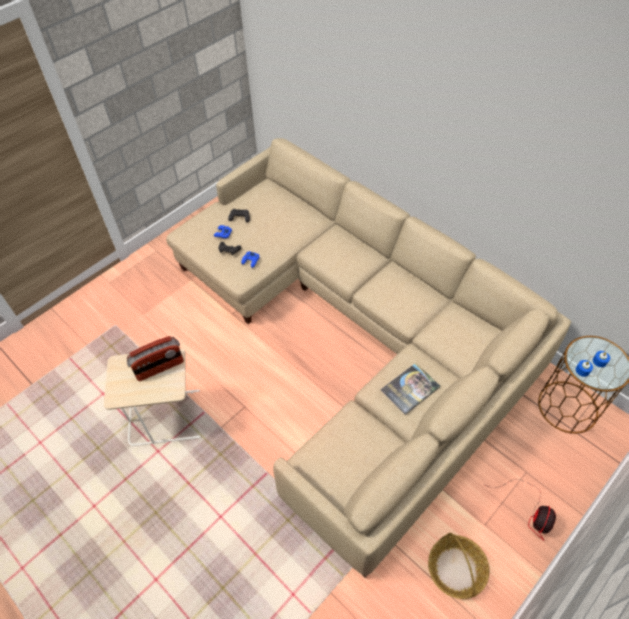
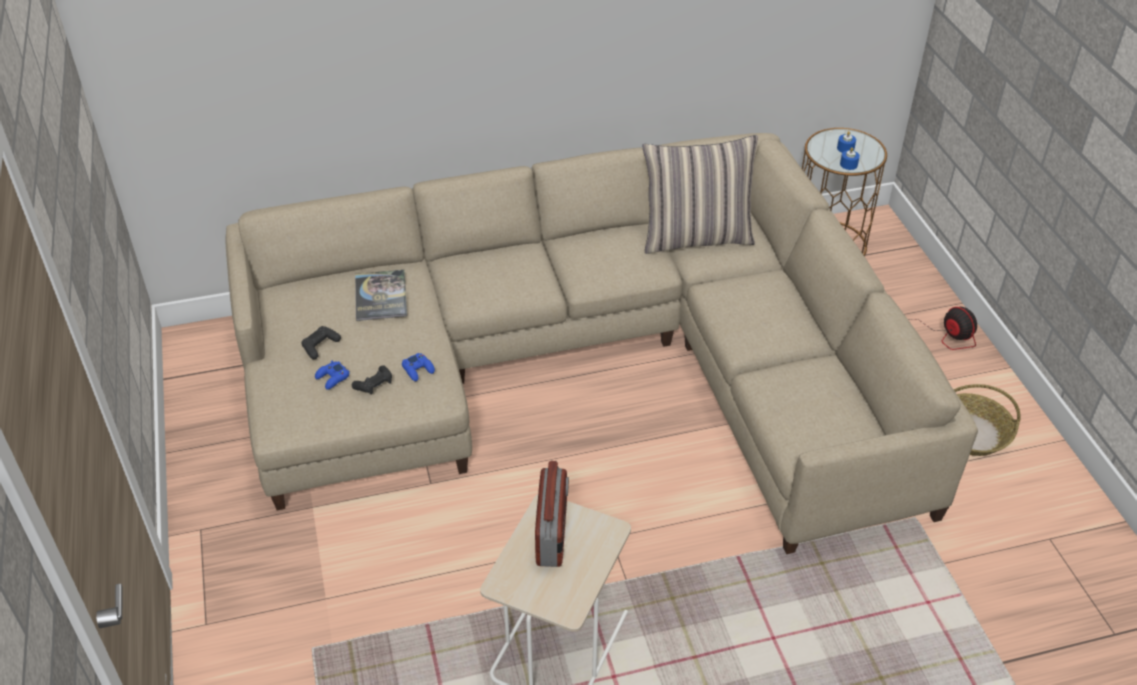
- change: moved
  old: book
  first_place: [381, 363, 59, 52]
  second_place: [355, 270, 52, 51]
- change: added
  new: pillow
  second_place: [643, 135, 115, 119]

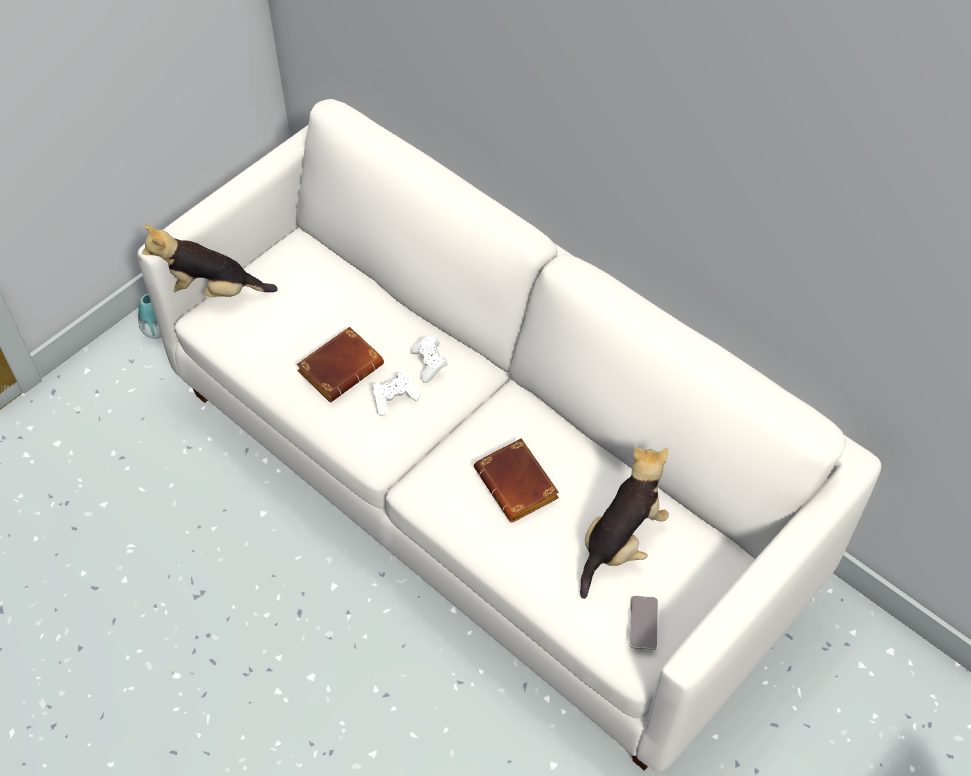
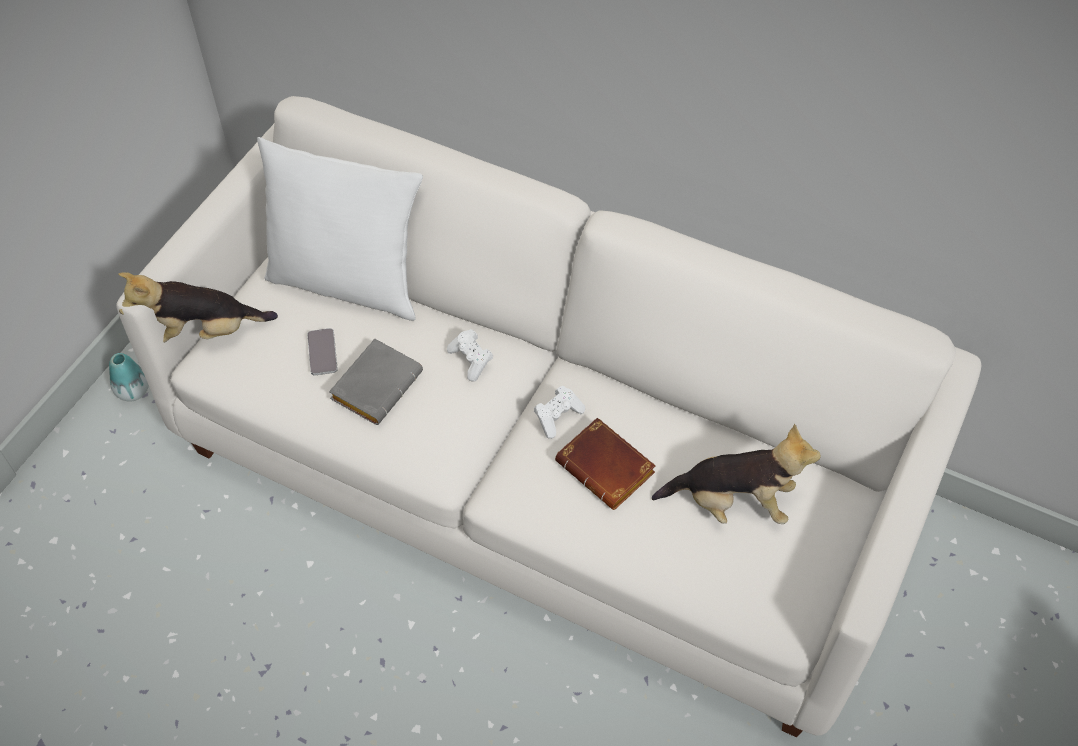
- change: recoloured
  old: book (brown)
  new: book (grey)
  first_place: [296, 327, 88, 75]
  second_place: [329, 339, 94, 86]
- change: moved
  old: game controller (white)
  first_place: [373, 372, 47, 44]
  second_place: [534, 386, 51, 53]
- change: turned
  old: plush toy
  first_place: [580, 447, 89, 152]
  second_place: [652, 424, 169, 100]
  degrees: 75
- change: moved
  old: phone
  first_place: [629, 596, 29, 54]
  second_place: [307, 328, 31, 47]
- change: added
  new: pillow (white)
  second_place: [257, 137, 166, 184]

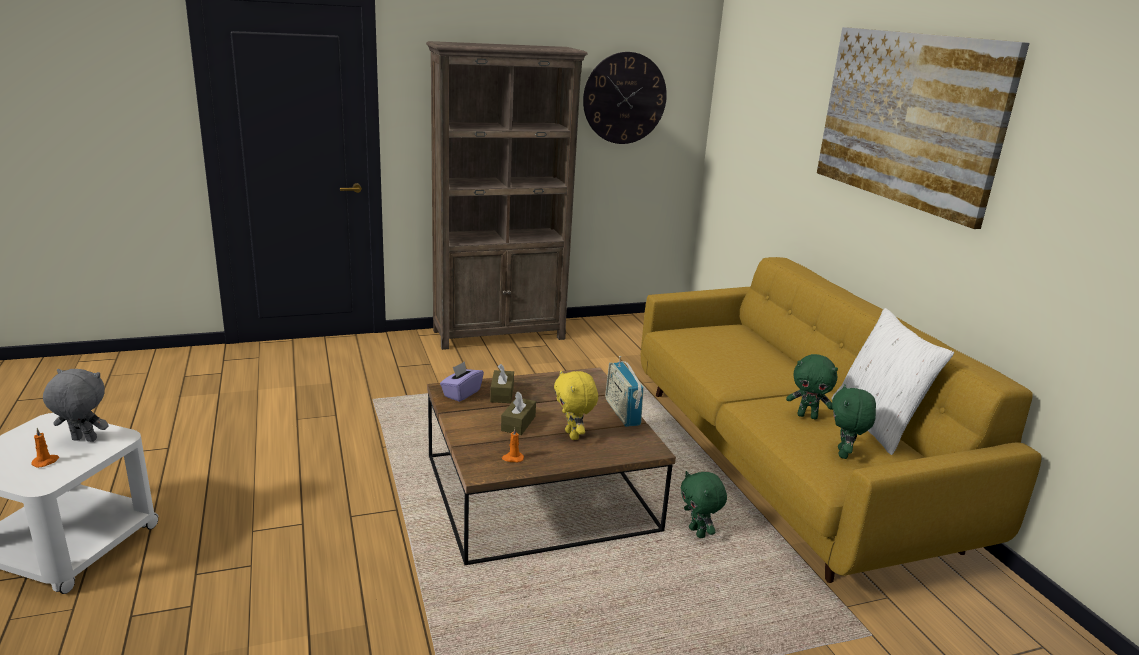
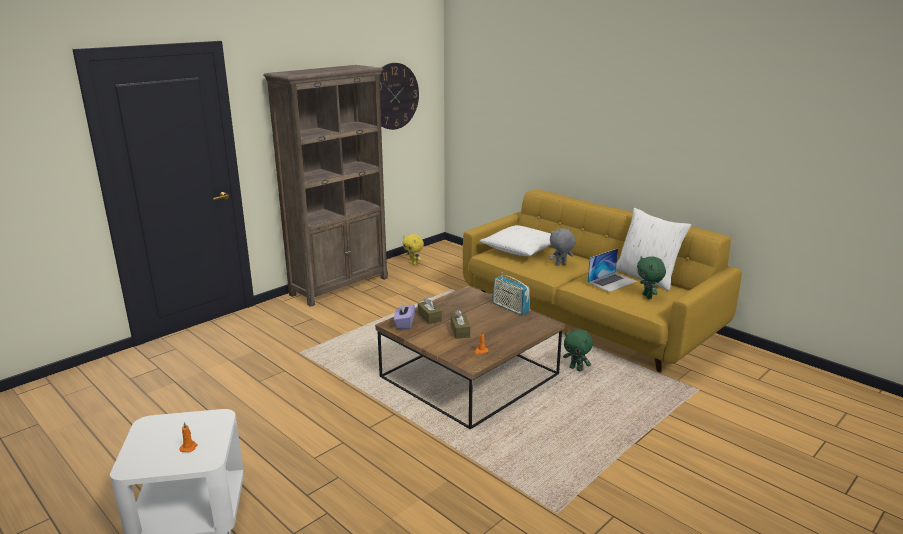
- change: moved
  old: plush toy (grey)
  first_place: [43, 369, 65, 73]
  second_place: [549, 228, 27, 38]
- change: moved
  old: plush toy (yellow)
  first_place: [554, 370, 44, 70]
  second_place: [403, 234, 21, 31]
- change: replaced
  old: plush toy (green)
  new: laptop
  first_place: [786, 354, 52, 65]
  second_place: [587, 249, 51, 43]
- change: removed
  old: picture
  first_place: [817, 27, 213, 202]
- change: added
  new: pillow (white)
  second_place: [479, 225, 72, 31]

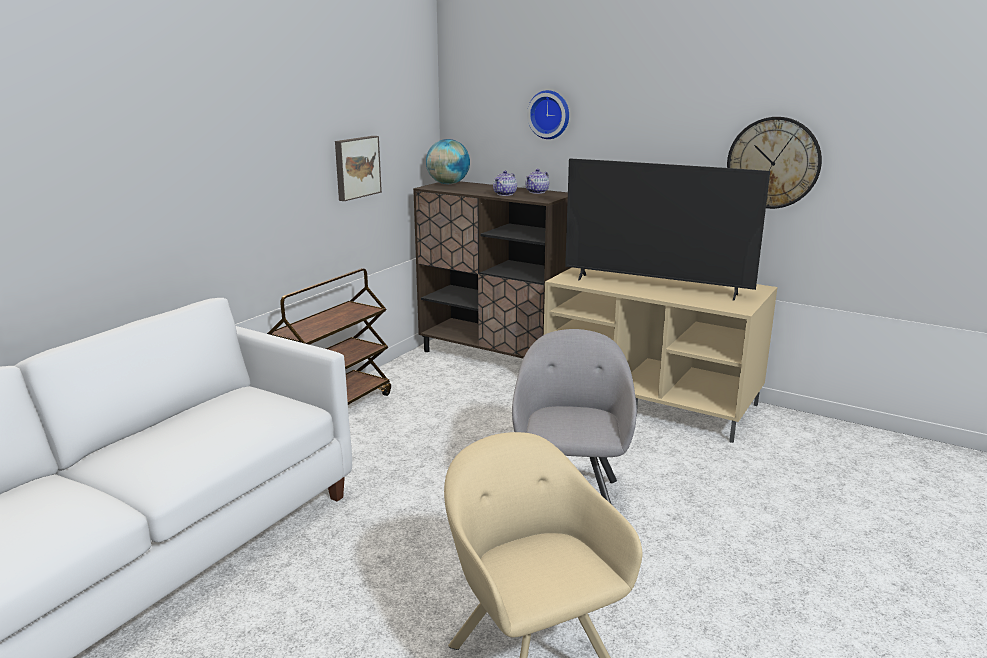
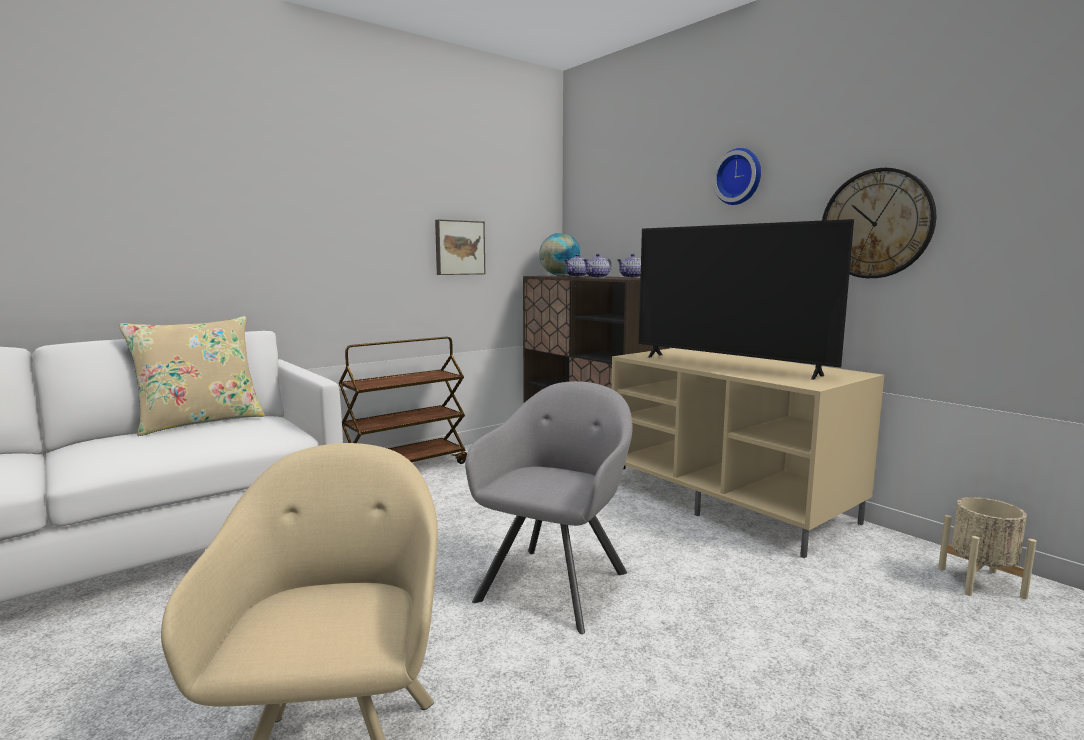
- change: moved
  old: wall clock
  first_place: [527, 90, 42, 49]
  second_place: [713, 148, 48, 57]
- change: added
  new: pillow (beige)
  second_place: [119, 316, 146, 120]
- change: added
  new: teapot
  second_place: [564, 254, 25, 23]
- change: added
  new: planter (beige)
  second_place: [938, 497, 98, 102]

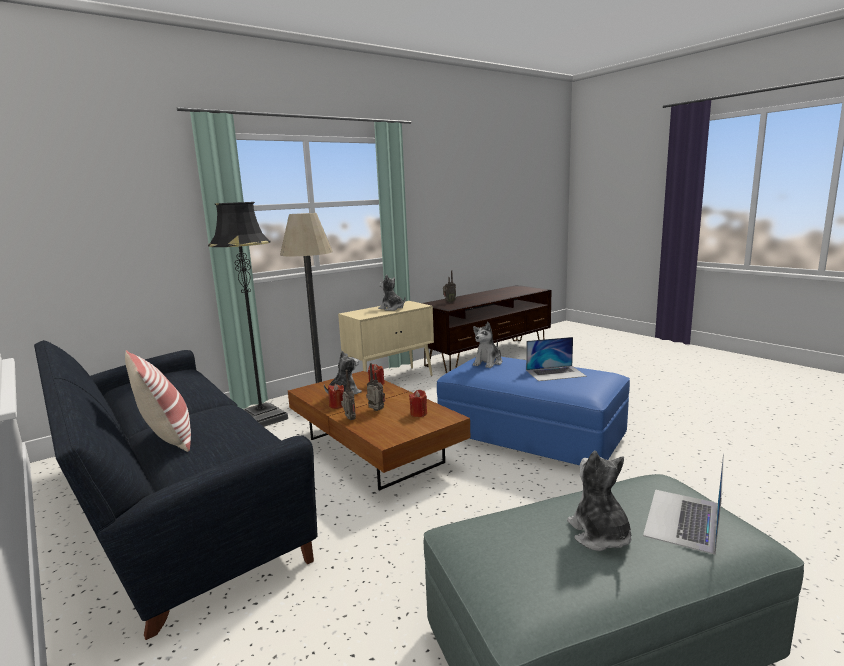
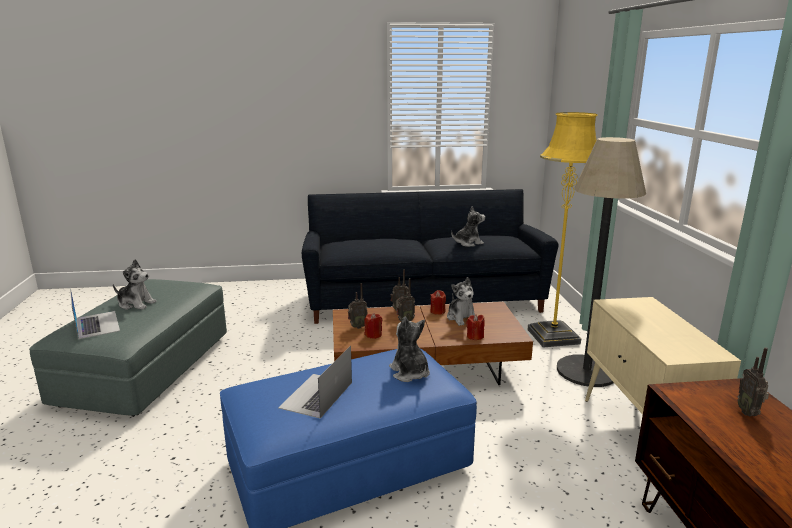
- change: removed
  old: pillow
  first_place: [125, 350, 66, 102]
- change: recoloured
  old: floor lamp (black)
  new: floor lamp (yellow)
  first_place: [208, 202, 80, 225]
  second_place: [527, 112, 71, 235]
- change: moved
  old: plush toy
  first_place: [378, 275, 28, 36]
  second_place: [451, 206, 34, 41]
- change: added
  new: radio
  second_place: [348, 283, 20, 46]

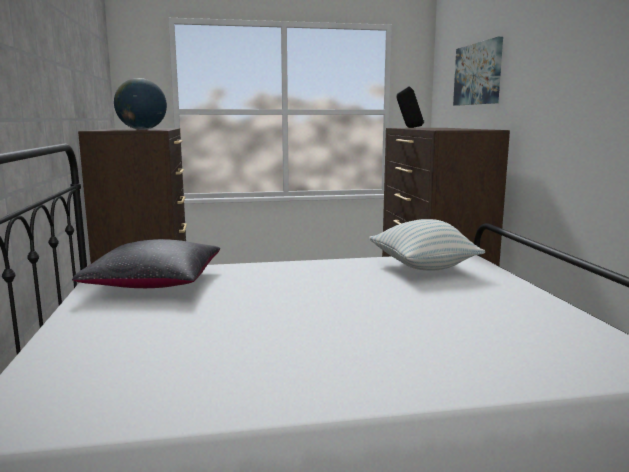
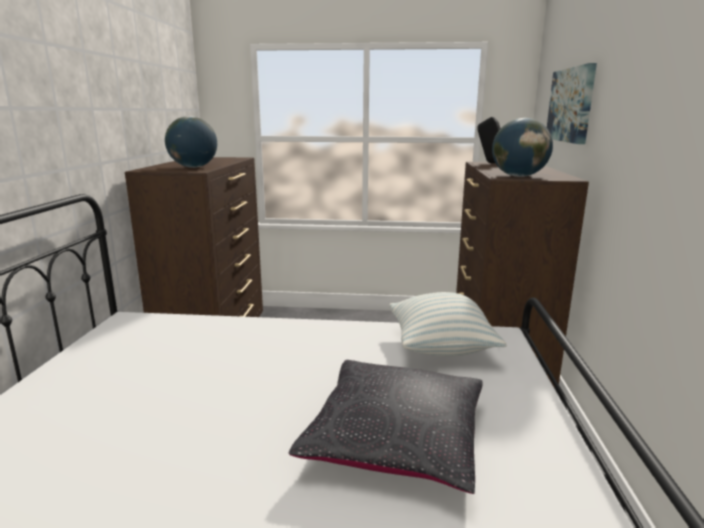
- change: moved
  old: pillow (black)
  first_place: [72, 239, 148, 49]
  second_place: [289, 360, 194, 134]
- change: added
  new: globe
  second_place: [492, 118, 61, 59]

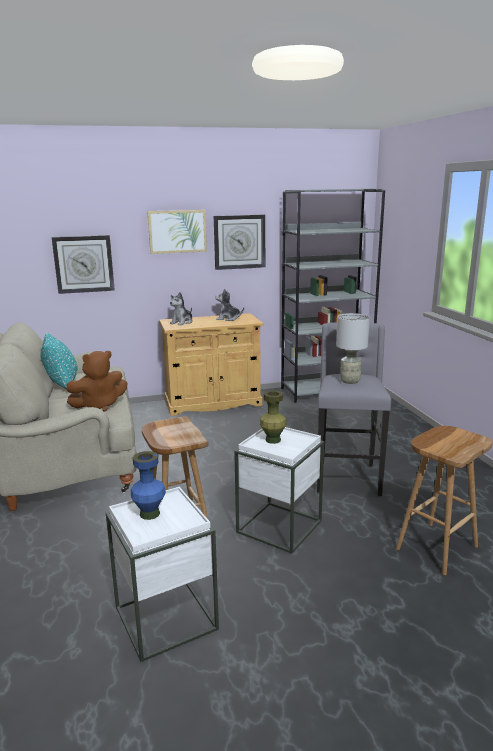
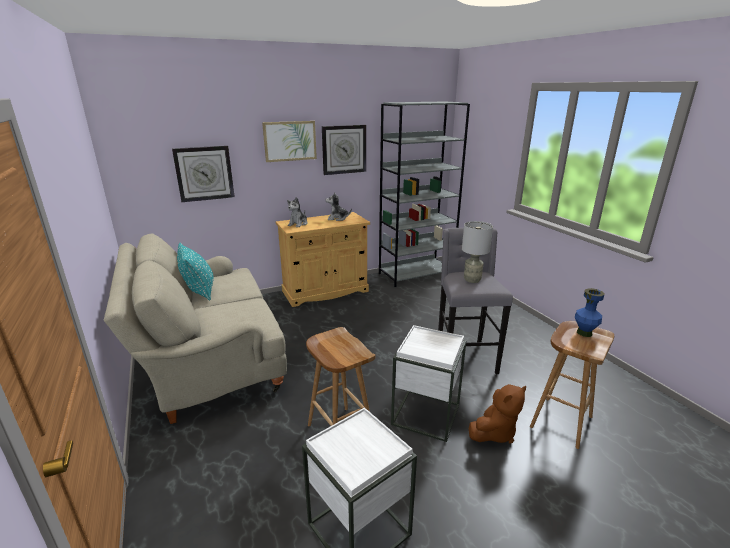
- change: moved
  old: plush toy (brown)
  first_place: [66, 351, 61, 60]
  second_place: [469, 384, 57, 60]
- change: moved
  old: vase (blue)
  first_place: [131, 451, 35, 69]
  second_place: [575, 288, 29, 49]
- change: removed
  old: vase (green)
  first_place: [260, 390, 27, 54]

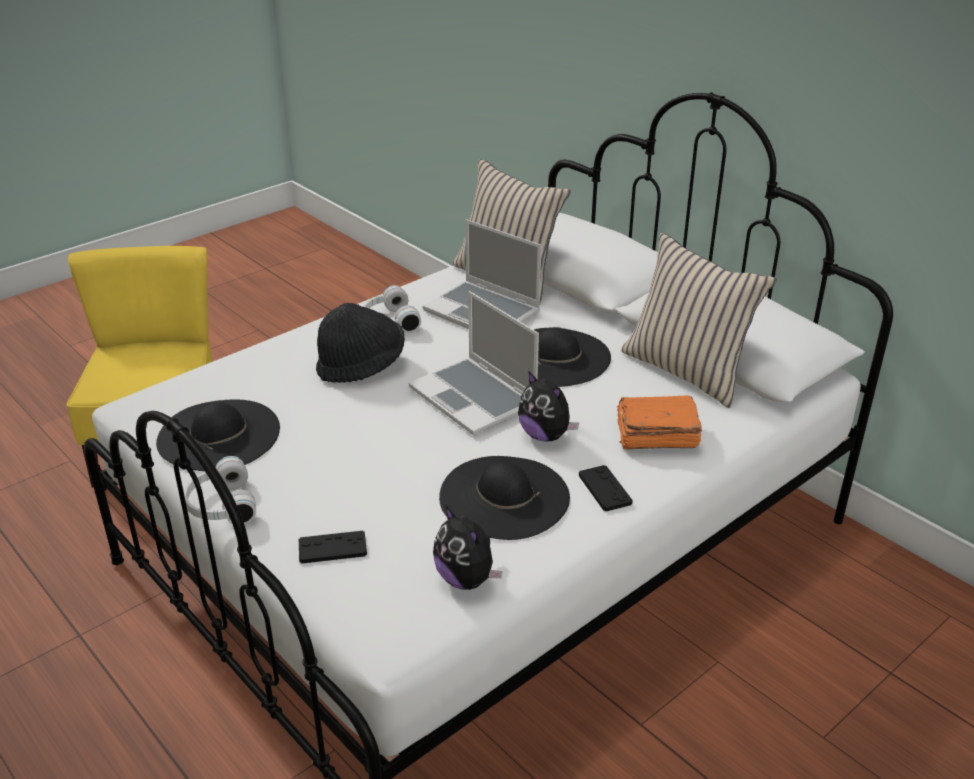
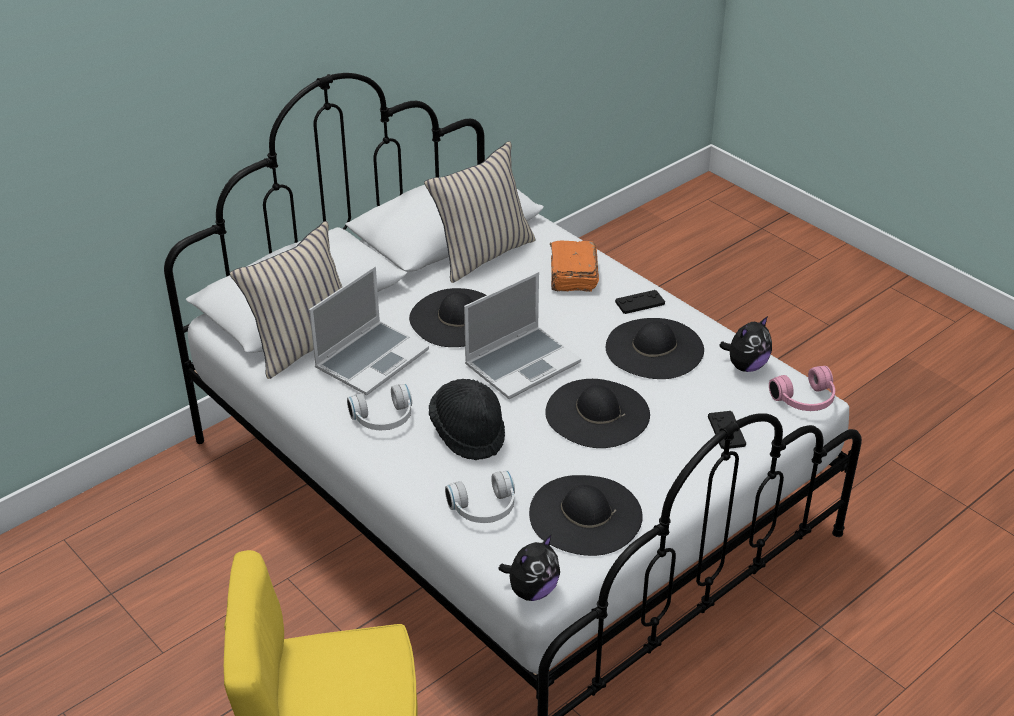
- change: moved
  old: headphones (white)
  first_place: [184, 456, 72, 69]
  second_place: [445, 471, 70, 52]
- change: moved
  old: plush toy
  first_place: [518, 371, 61, 71]
  second_place: [499, 535, 61, 66]
- change: added
  new: hat (black)
  second_place: [545, 379, 105, 69]
- change: added
  new: headphones (pink)
  second_place: [769, 366, 66, 45]

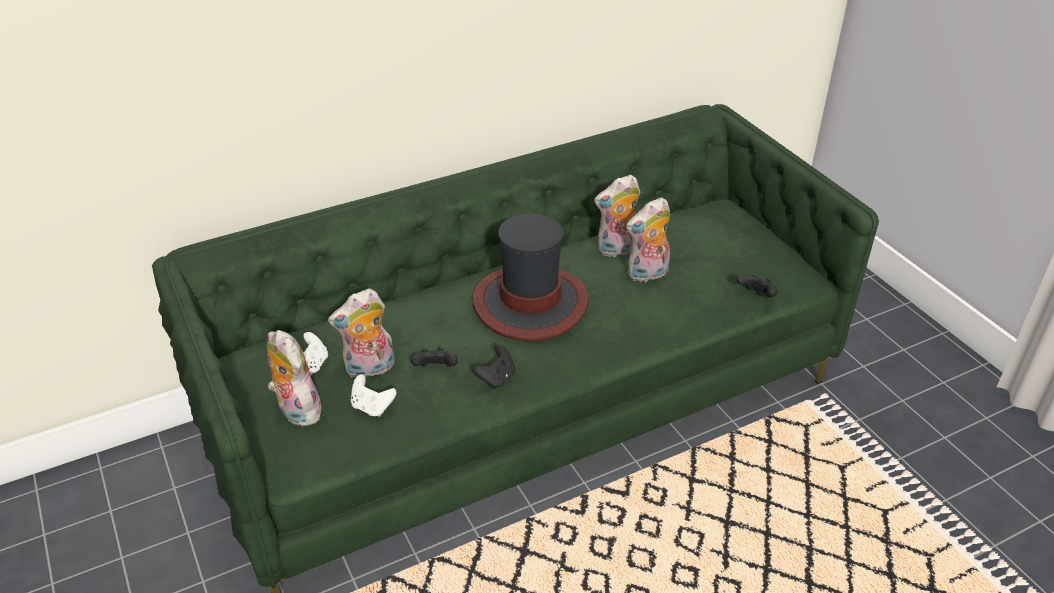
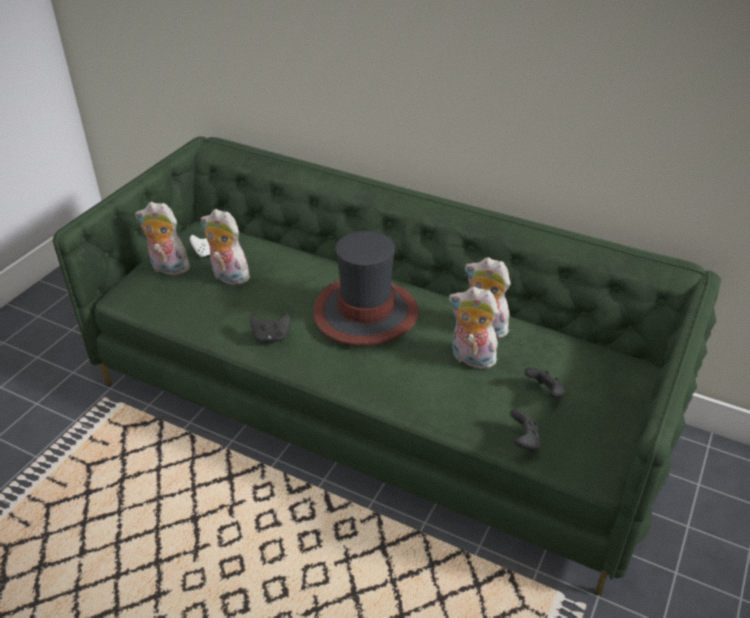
- change: turned
  old: plush toy
  first_place: [267, 330, 54, 96]
  second_place: [135, 202, 57, 73]
  degrees: -90
- change: removed
  old: game controller (white)
  first_place: [351, 374, 45, 43]
- change: moved
  old: game controller (black)
  first_place: [411, 348, 47, 19]
  second_place: [525, 367, 40, 31]

